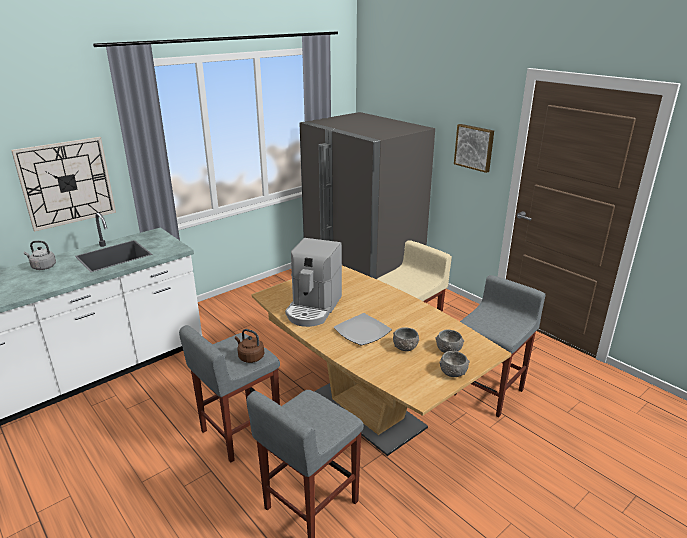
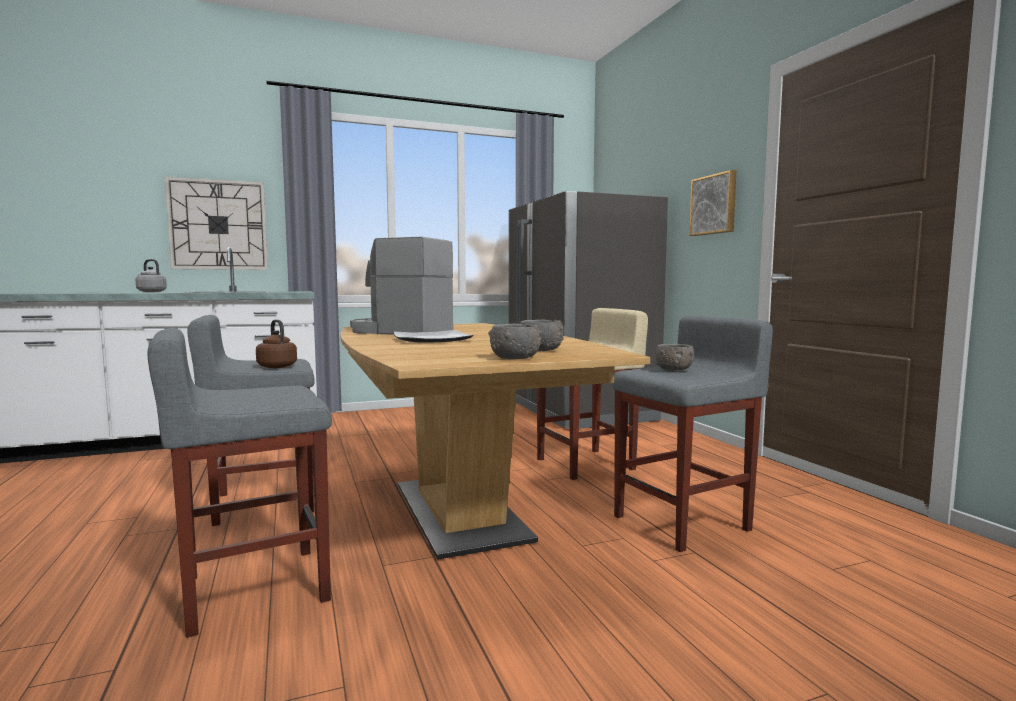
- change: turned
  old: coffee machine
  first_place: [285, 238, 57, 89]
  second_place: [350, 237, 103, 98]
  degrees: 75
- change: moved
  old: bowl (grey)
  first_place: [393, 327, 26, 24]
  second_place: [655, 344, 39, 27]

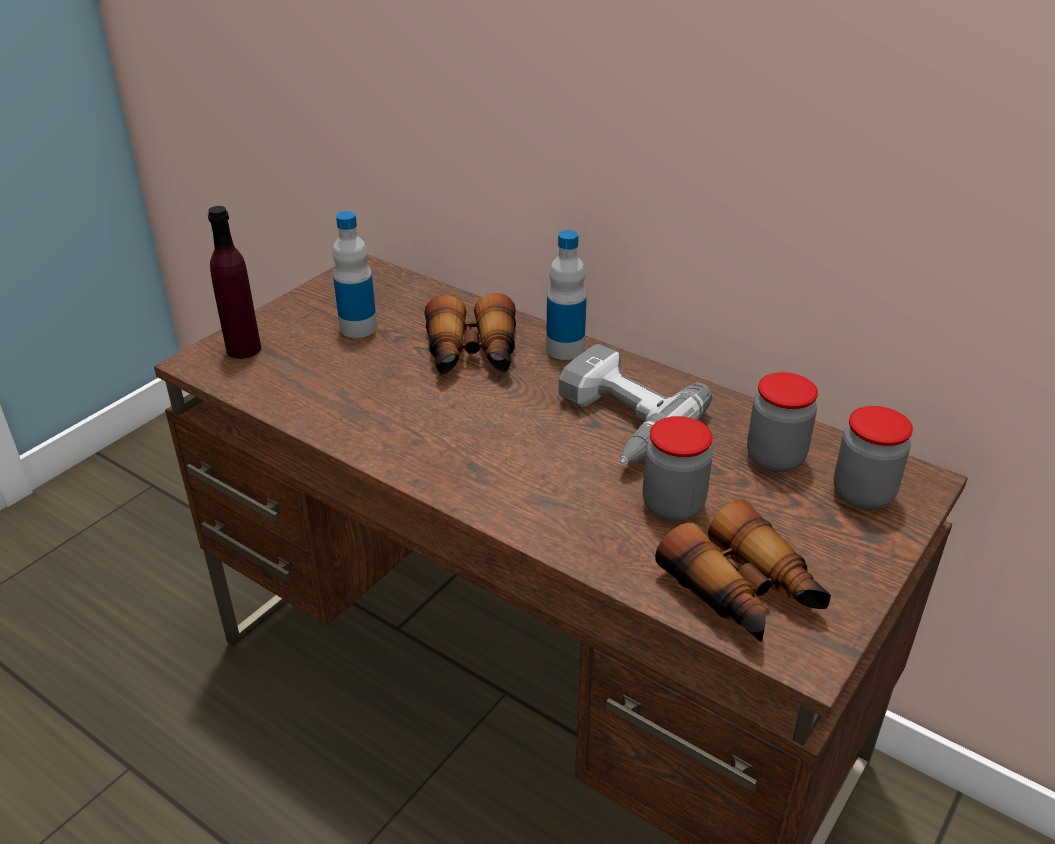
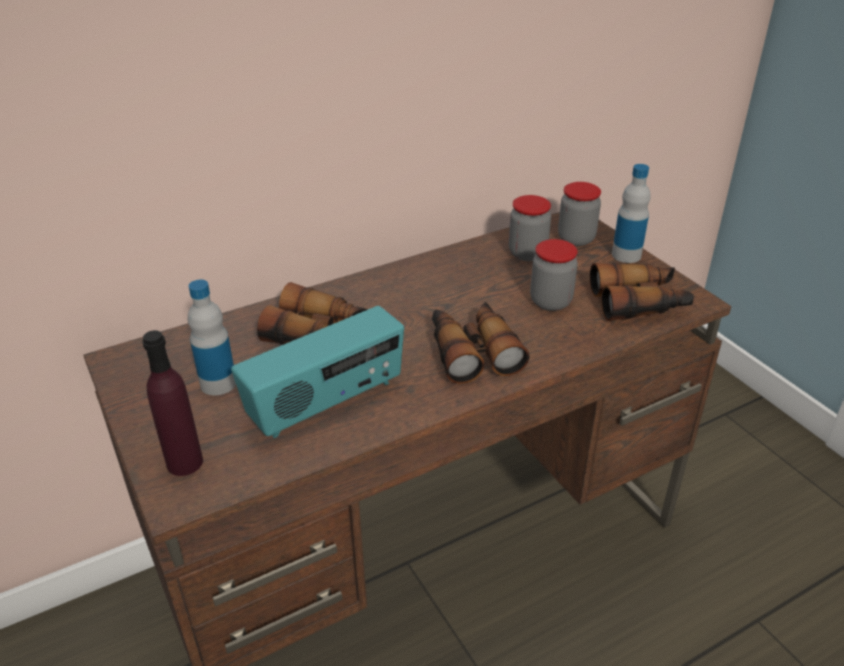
- change: moved
  old: bottle
  first_place: [546, 230, 41, 130]
  second_place: [612, 164, 39, 99]
- change: removed
  old: power drill
  first_place: [559, 344, 153, 121]
- change: added
  new: radio
  second_place: [231, 306, 173, 132]
- change: added
  new: binoculars
  second_place: [432, 302, 98, 82]

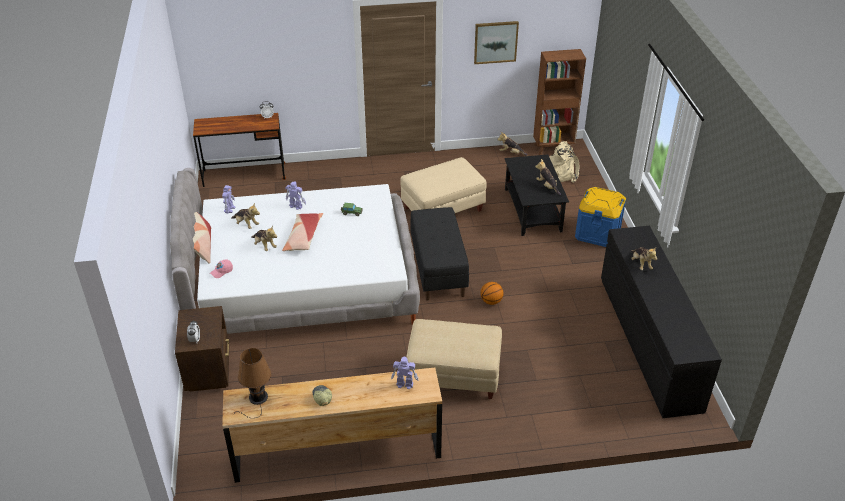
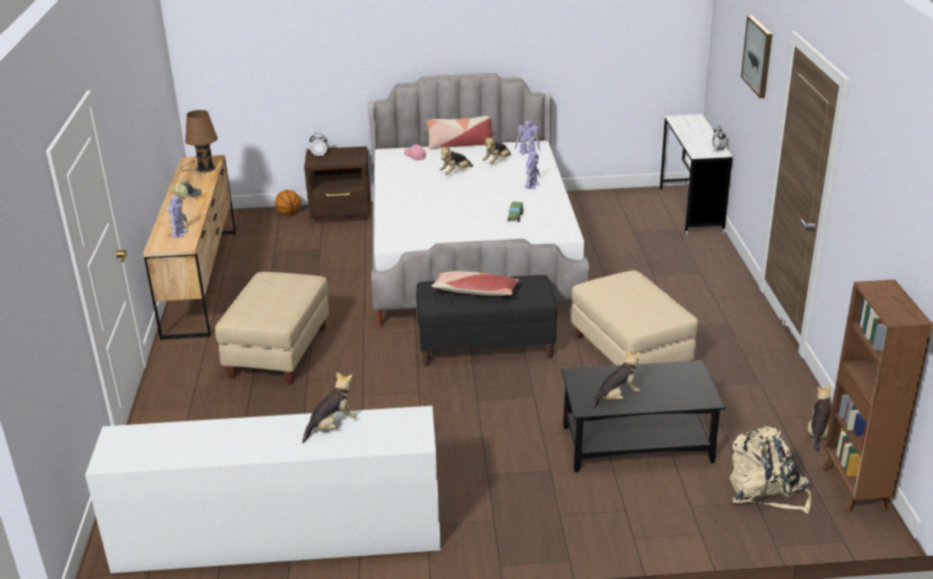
- change: recoloured
  old: desk (brown)
  new: desk (white)
  first_place: [193, 113, 93, 74]
  second_place: [660, 114, 73, 122]
- change: moved
  old: pillow
  first_place: [282, 213, 41, 38]
  second_place: [432, 271, 87, 25]
- change: moved
  old: picture
  first_place: [474, 21, 45, 43]
  second_place: [741, 15, 31, 83]
- change: moved
  old: basketball
  first_place: [480, 282, 23, 23]
  second_place: [275, 190, 26, 25]
- change: removed
  old: storage box (blue)
  first_place: [575, 187, 51, 60]
- change: recoloured
  old: dresser (black)
  new: dresser (white)
  first_place: [601, 226, 121, 192]
  second_place: [85, 406, 356, 167]
- change: turned
  old: plush toy
  first_place: [630, 247, 27, 23]
  second_place: [302, 372, 54, 71]
  degrees: 150

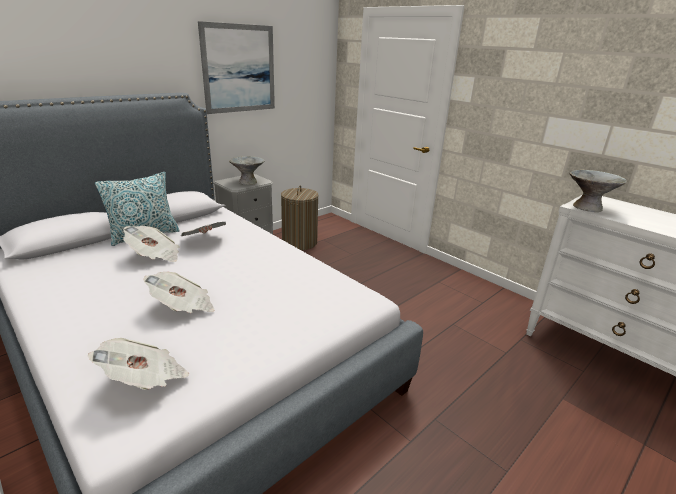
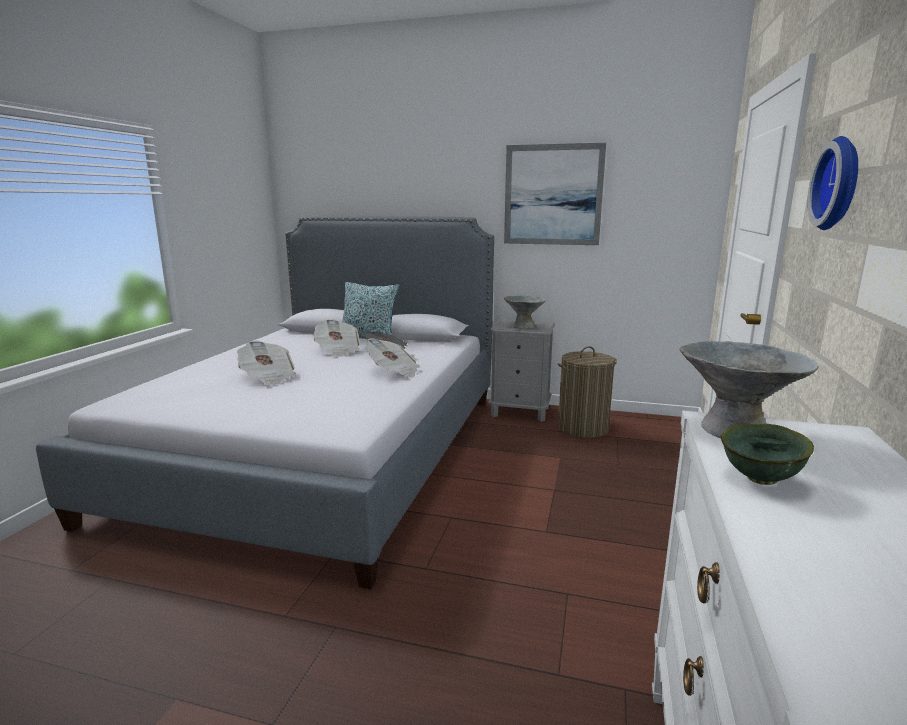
- change: moved
  old: newspaper
  first_place: [88, 338, 102, 52]
  second_place: [365, 338, 55, 40]
- change: added
  new: bowl (green)
  second_place: [721, 423, 93, 62]
- change: added
  new: wall clock
  second_place: [807, 136, 51, 94]

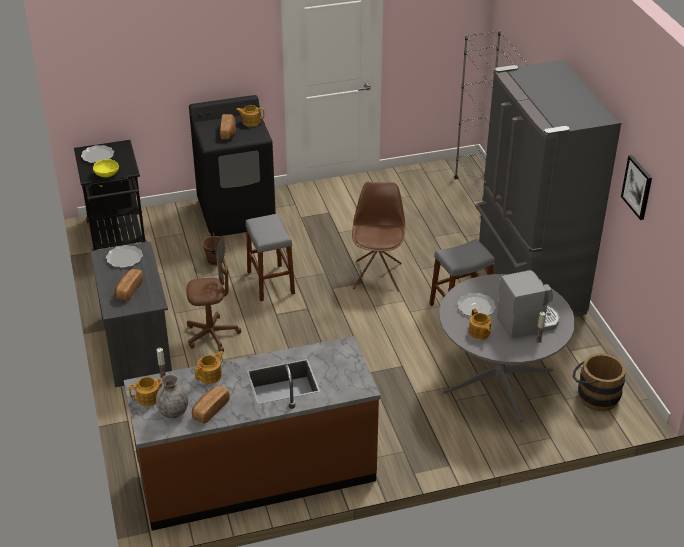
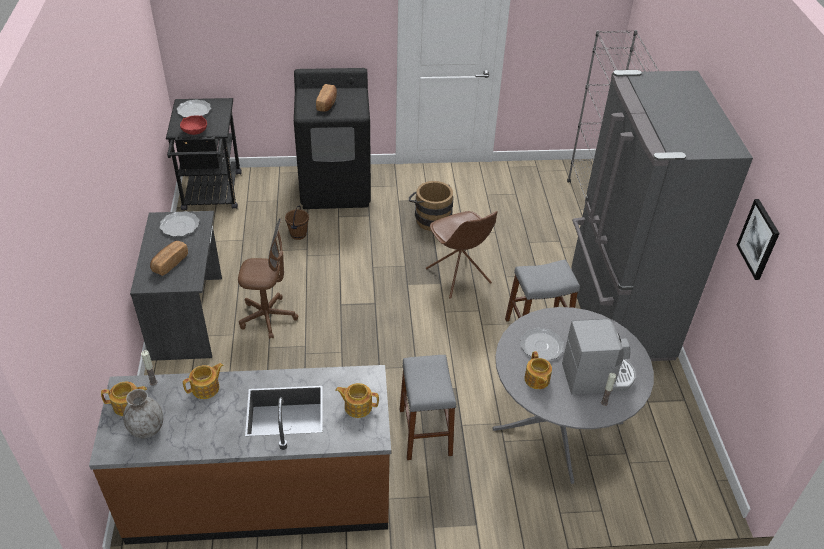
- change: recoloured
  old: bowl (yellow)
  new: bowl (red)
  first_place: [93, 159, 26, 18]
  second_place: [180, 116, 27, 19]
- change: removed
  old: bread
  first_place: [192, 385, 38, 39]
- change: moved
  old: teapot
  first_place: [236, 105, 29, 22]
  second_place: [336, 383, 43, 35]
- change: moved
  old: stool (grey)
  first_place: [246, 214, 49, 87]
  second_place: [400, 355, 56, 105]
- change: turned
  old: chair (brown)
  first_place: [352, 181, 53, 111]
  second_place: [426, 211, 72, 88]
  degrees: 135
- change: moved
  old: bucket (brown)
  first_place: [572, 353, 54, 58]
  second_place: [409, 181, 44, 50]

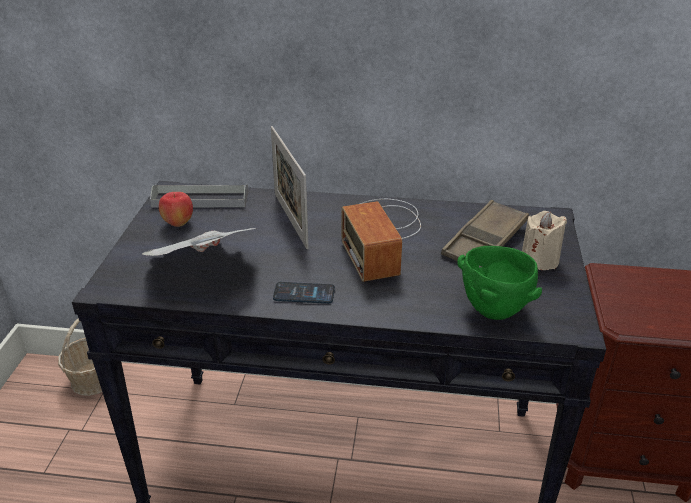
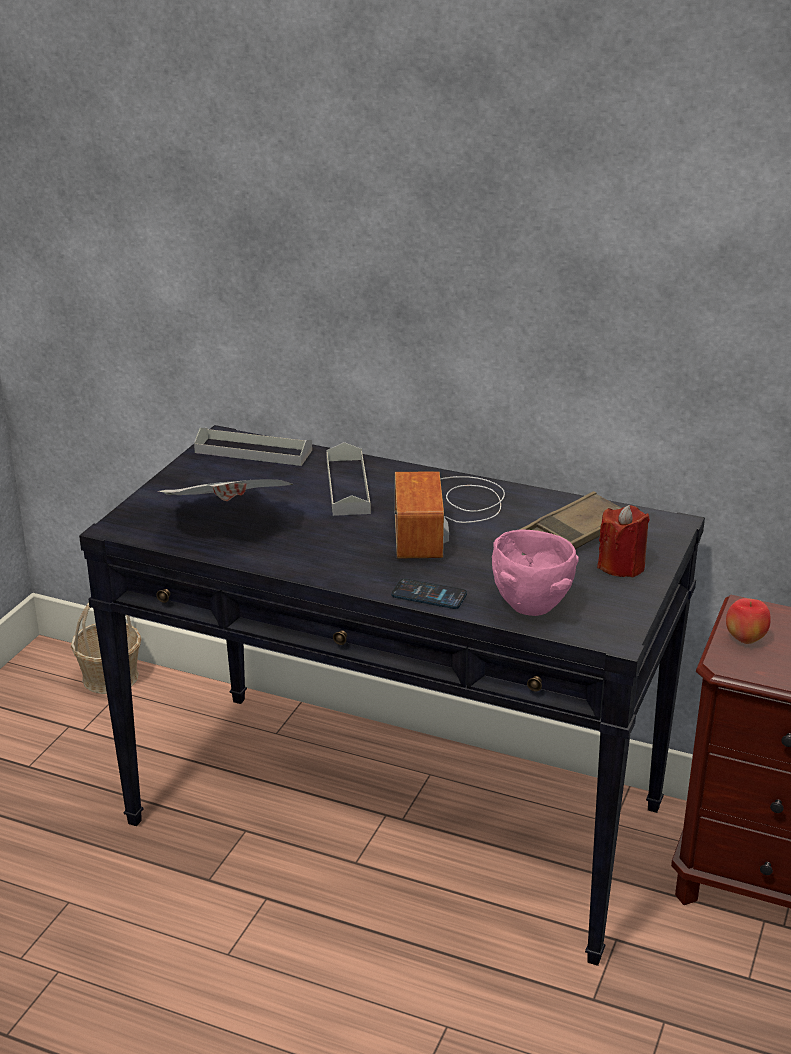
- change: moved
  old: apple
  first_place: [159, 192, 34, 35]
  second_place: [726, 598, 45, 46]
- change: replaced
  old: picture frame
  new: tray (grey)
  first_place: [271, 126, 38, 123]
  second_place: [326, 442, 45, 74]
- change: moved
  old: phone
  first_place: [273, 282, 62, 22]
  second_place: [391, 578, 76, 31]
- change: recoloured
  old: bowl (green)
  new: bowl (pink)
  first_place: [457, 246, 85, 74]
  second_place: [492, 530, 87, 86]
- change: recoloured
  old: candle (beige)
  new: candle (red)
  first_place: [522, 211, 45, 59]
  second_place: [597, 505, 53, 72]

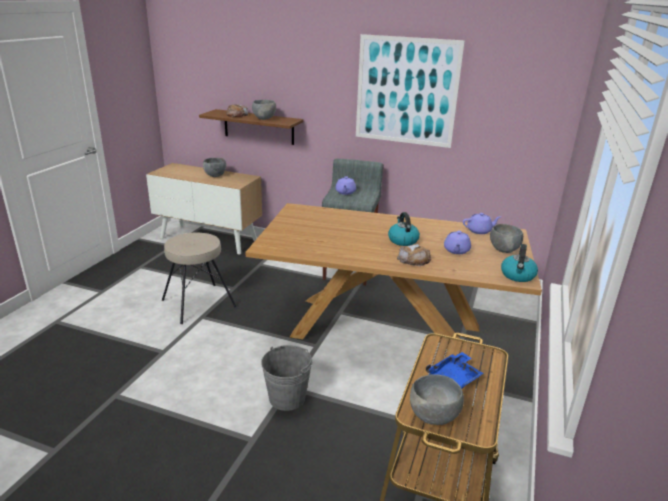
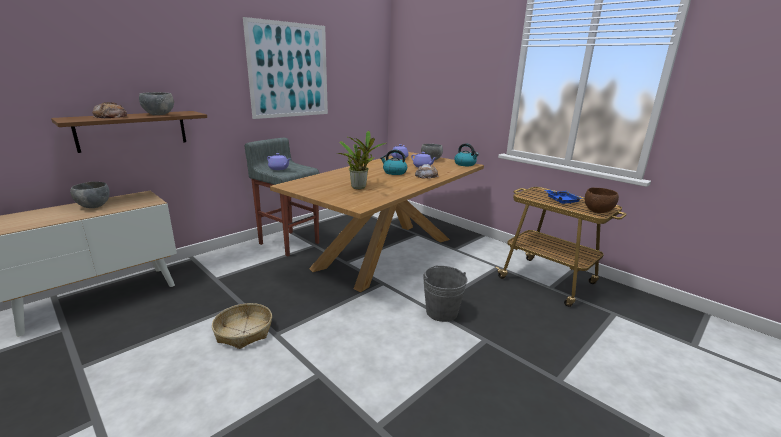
- change: replaced
  old: stool (beige)
  new: basket
  first_place: [162, 232, 75, 92]
  second_place: [212, 303, 60, 46]
- change: recoloured
  old: bowl (grey)
  new: bowl (brown)
  first_place: [410, 374, 54, 51]
  second_place: [585, 188, 34, 25]
- change: added
  new: potted plant
  second_place: [337, 131, 49, 58]

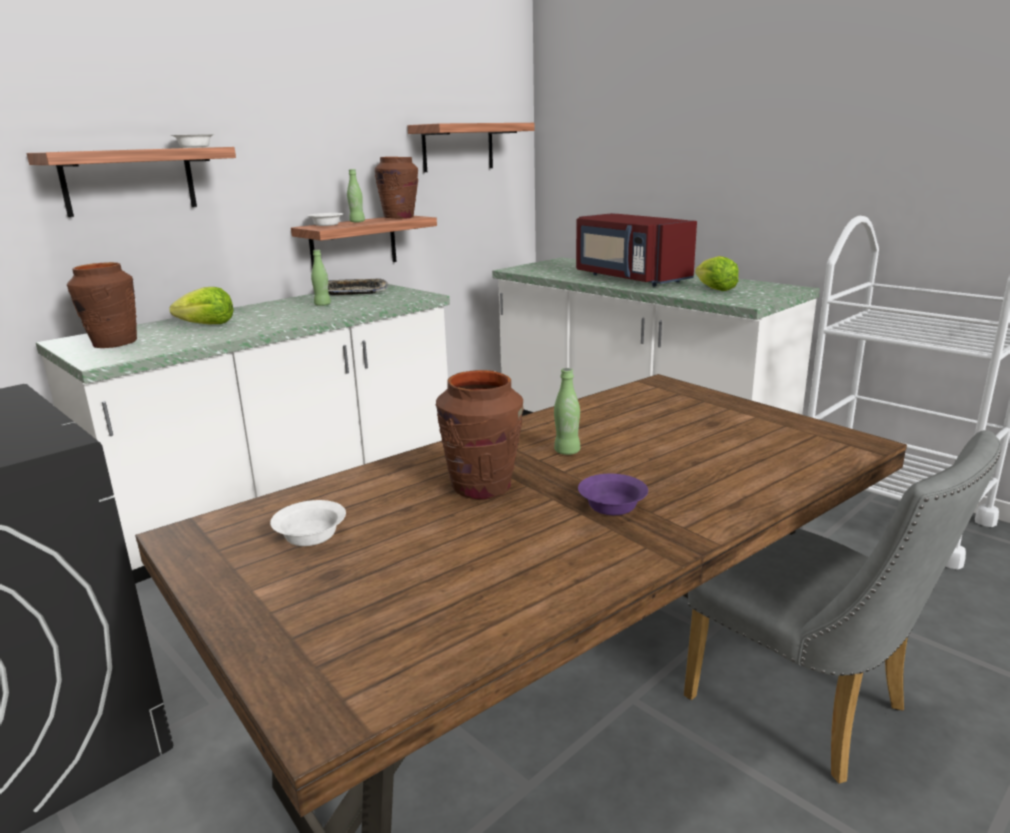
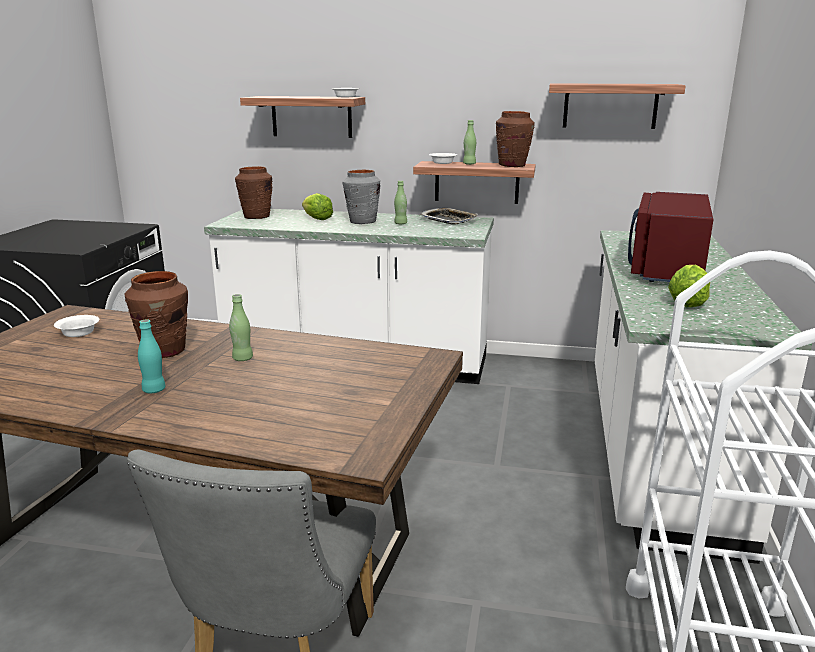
- change: replaced
  old: bowl (purple)
  new: bottle (turquoise)
  first_place: [578, 474, 70, 41]
  second_place: [138, 320, 28, 73]
- change: added
  new: vase (grey)
  second_place: [343, 170, 37, 54]

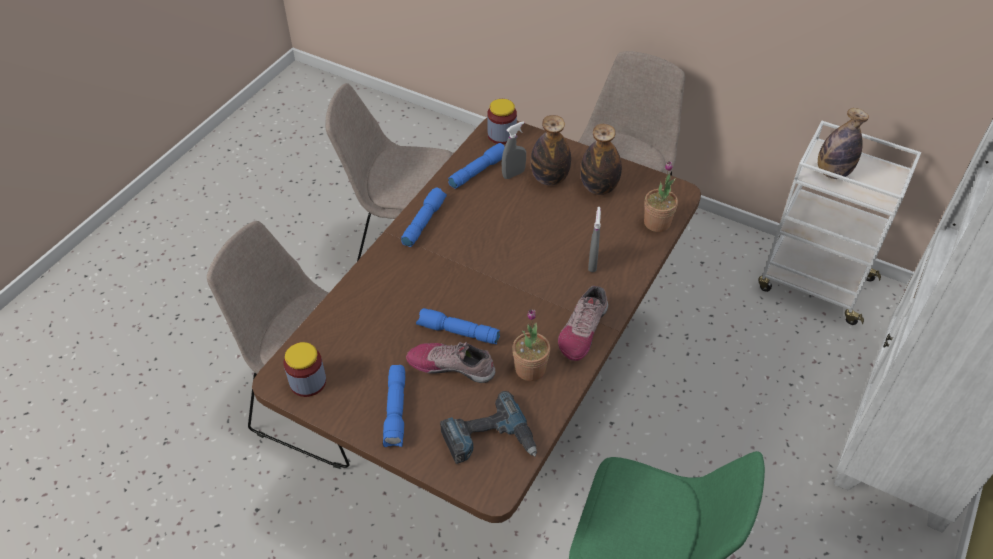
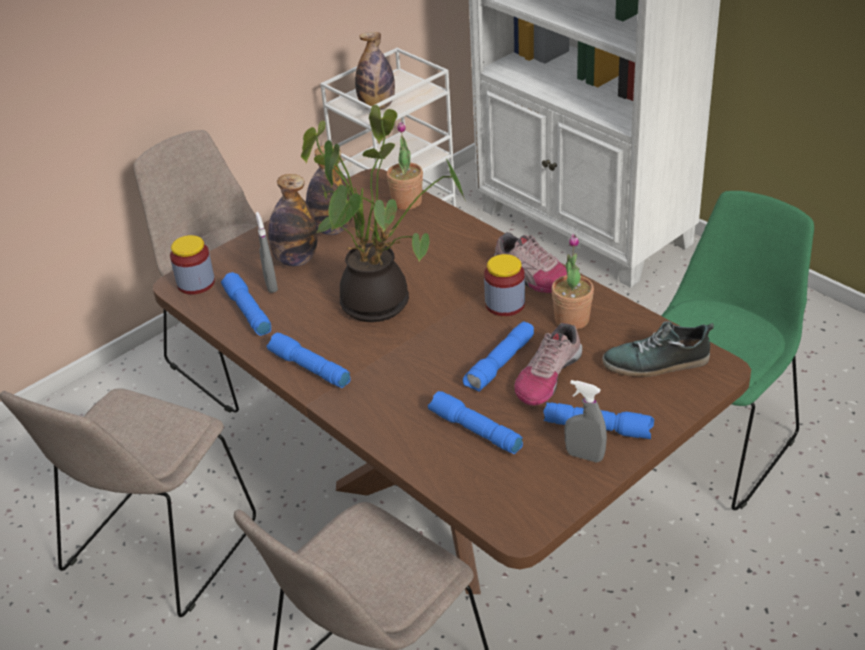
- change: moved
  old: jar
  first_place: [284, 342, 42, 55]
  second_place: [484, 254, 41, 62]
- change: replaced
  old: power drill
  new: shoe
  first_place: [440, 391, 97, 73]
  second_place: [602, 321, 112, 56]
- change: moved
  old: spray bottle (grey)
  first_place: [588, 207, 13, 65]
  second_place: [564, 380, 43, 83]
- change: added
  new: potted plant
  second_place: [301, 105, 164, 217]
- change: added
  new: flashlight (blue)
  second_place: [428, 391, 95, 63]

